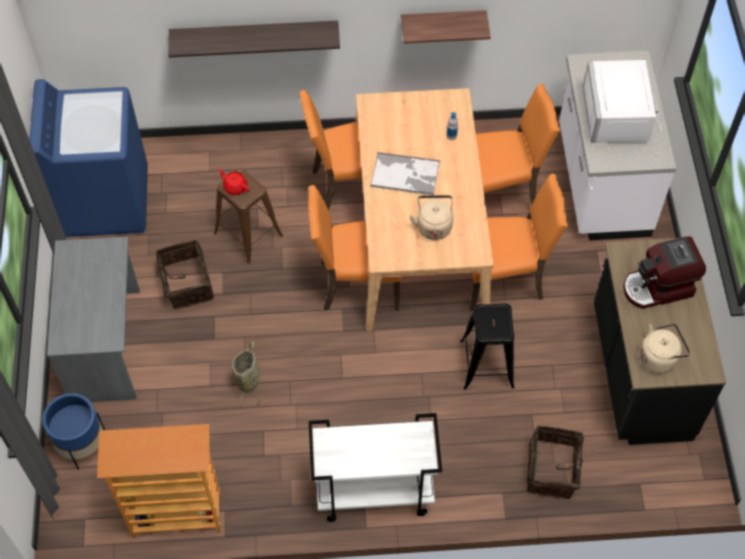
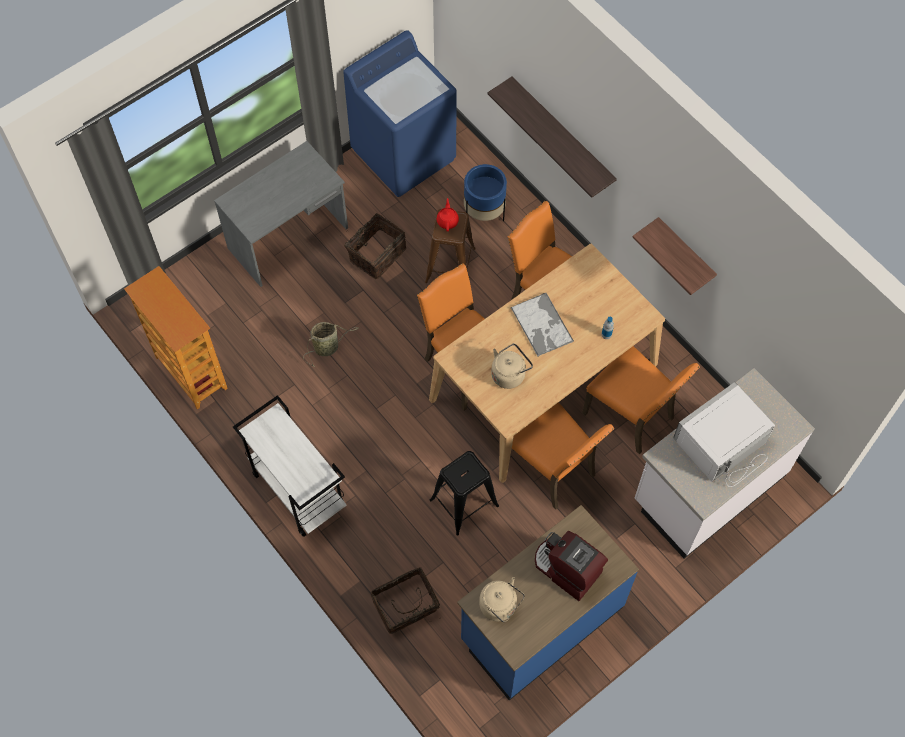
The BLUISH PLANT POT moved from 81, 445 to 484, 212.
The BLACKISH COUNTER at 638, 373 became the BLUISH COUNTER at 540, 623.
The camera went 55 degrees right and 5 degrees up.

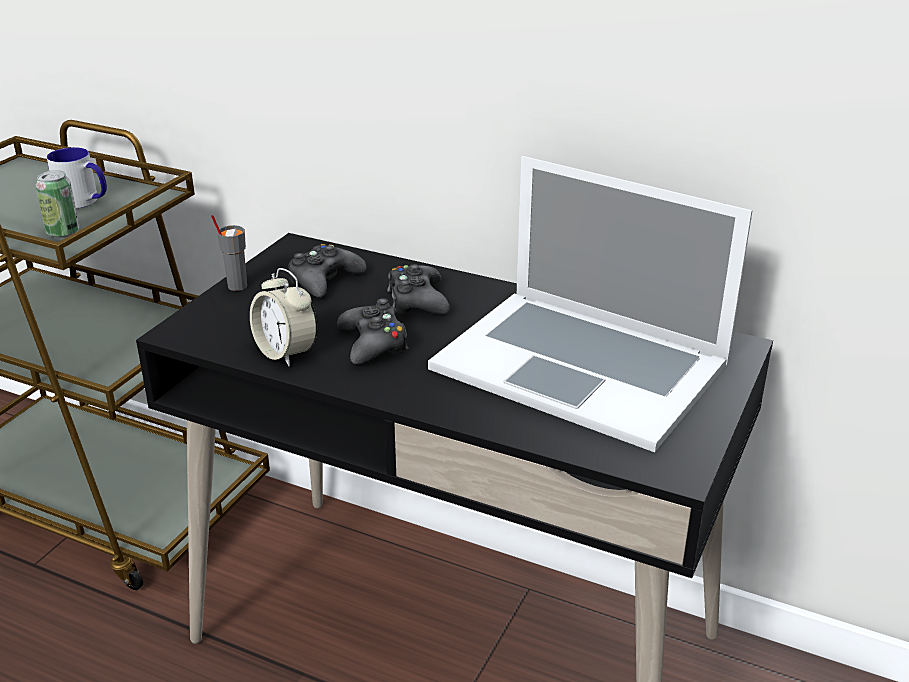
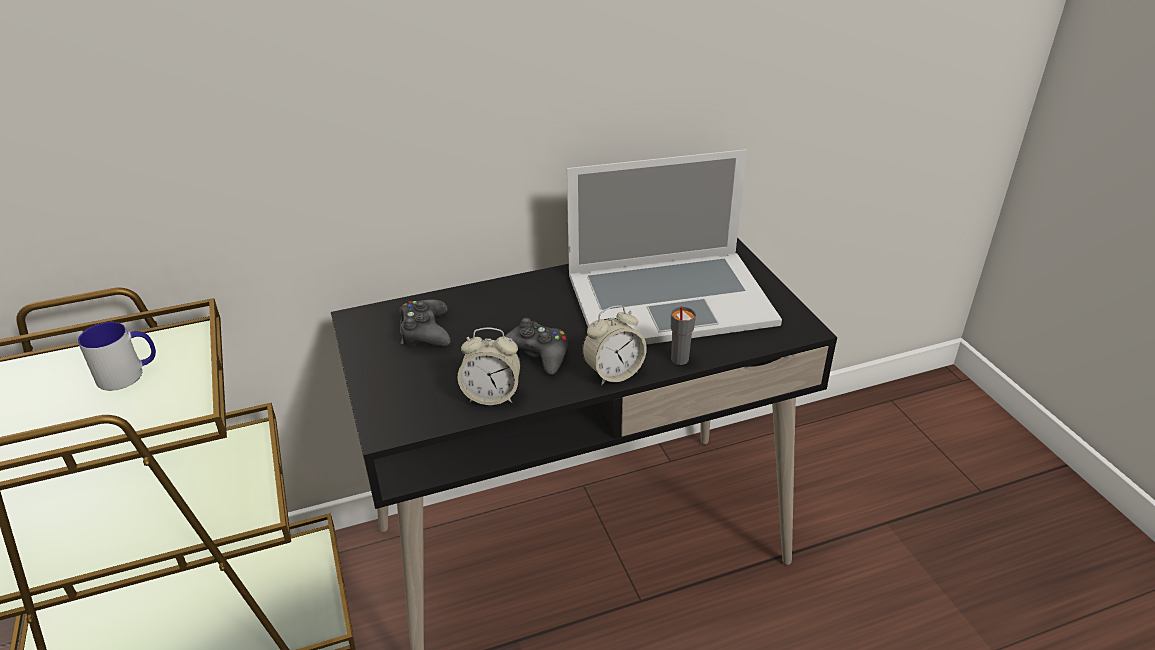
The SEALED CAN at 63, 232 disappeared.
The GREYISH CUP moved from 236, 286 to 679, 359.
The BLACKISH GAMEPAD at 417, 301 disappeared.
The TABLE CLOCK at 613, 373 appeared.
The camera went 45 degrees left and 5 degrees up.

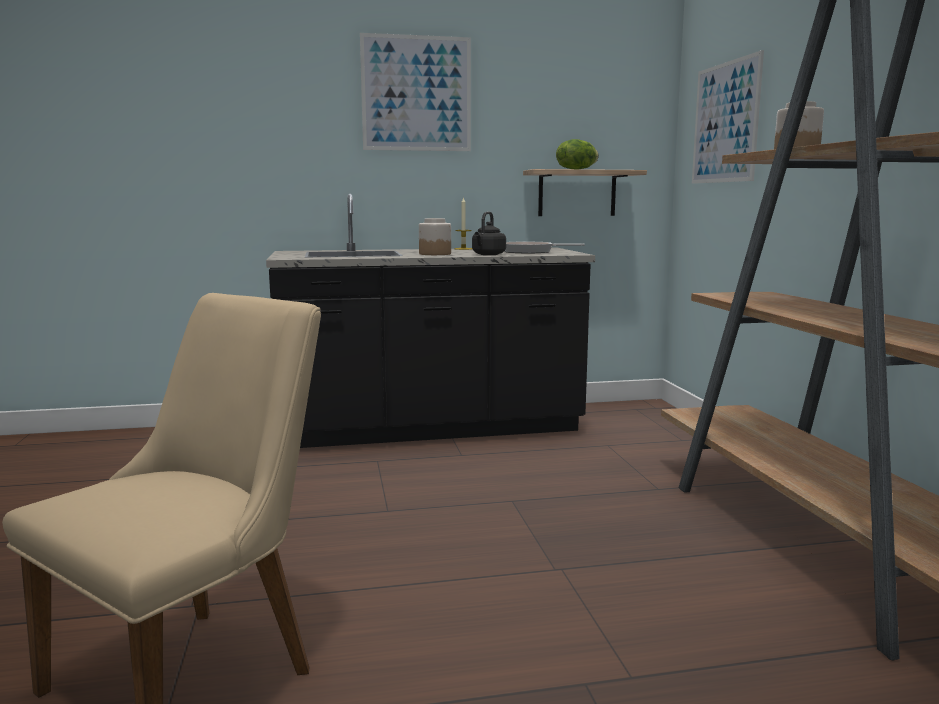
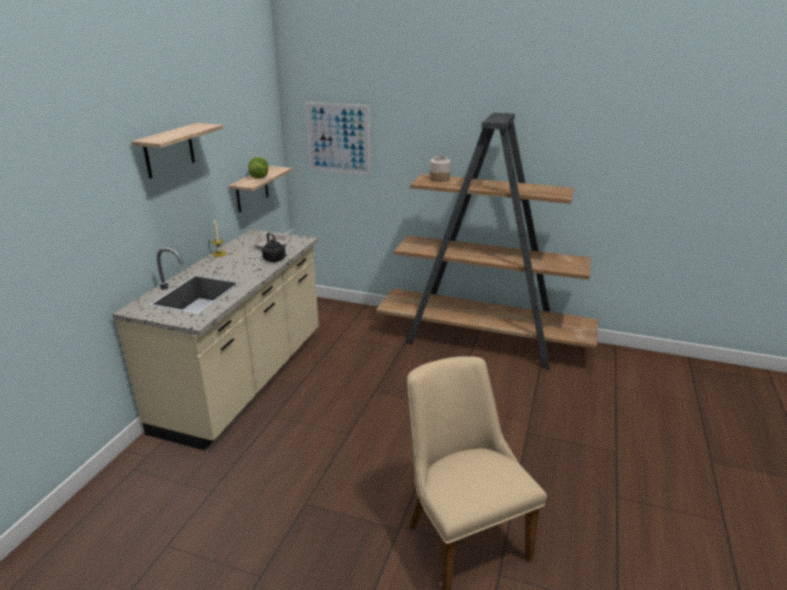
The BLACKISH COUNTER at 430, 429 became the BEIGE-COLOURED COUNTER at 245, 380.
The WALL ART at 416, 94 was replaced by the BRACKET SHELF at 169, 150.
The JAR at 435, 254 disappeared.
The camera went 60 degrees left and 15 degrees up.

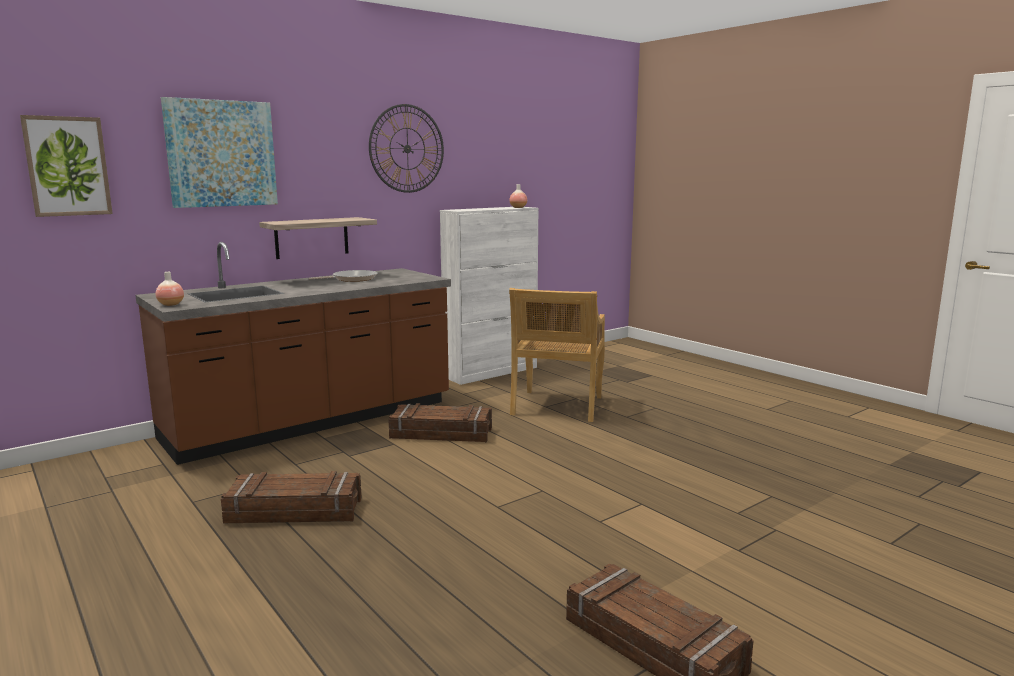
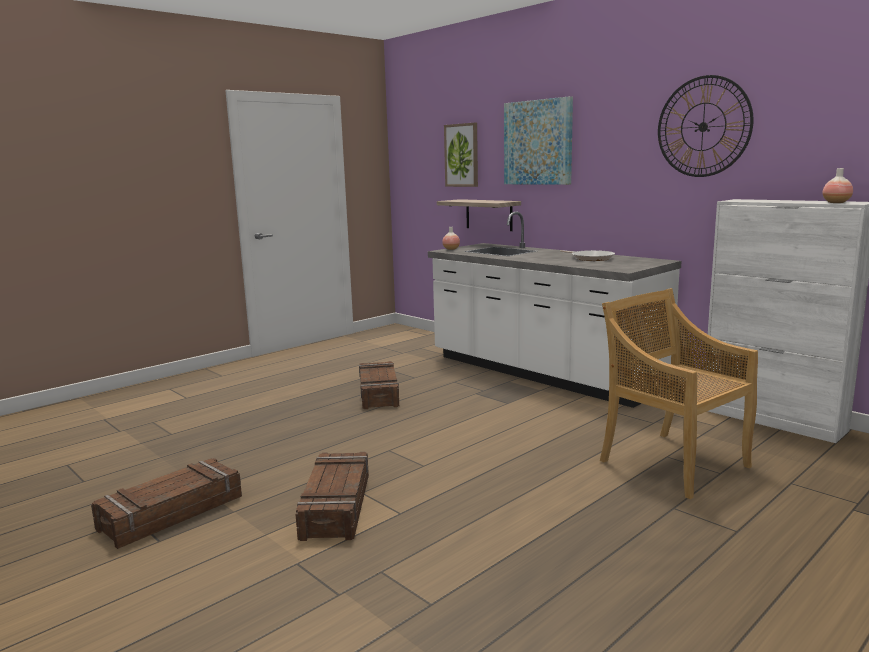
The BROWNISH COUNTER at 312, 421 became the WHITISH COUNTER at 542, 373.
The BRACKET SHELF moved from 312, 237 to 489, 214.
The CRATE moved from 441, 434 to 335, 506.
The BEIGE-COLOURED UPRIGHT CHAIR at 557, 407 turned 45 degrees clockwise.
The camera went 85 degrees right and 0 degrees up.

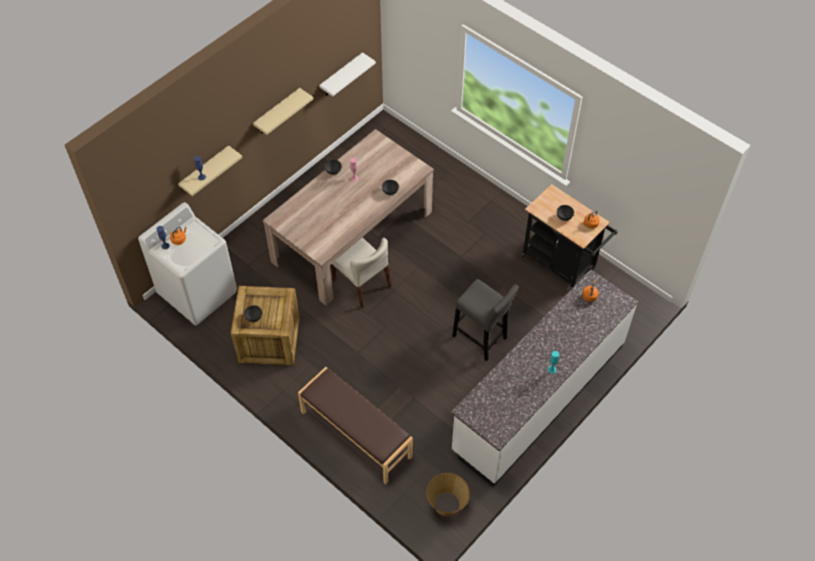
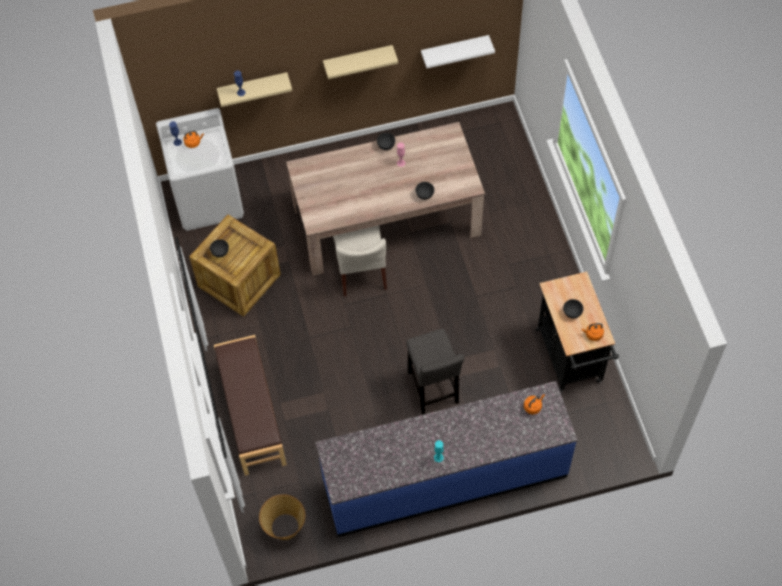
The WHITISH COUNTER at 538, 397 became the BLUISH COUNTER at 444, 478.
The camera went 35 degrees right and 5 degrees up.

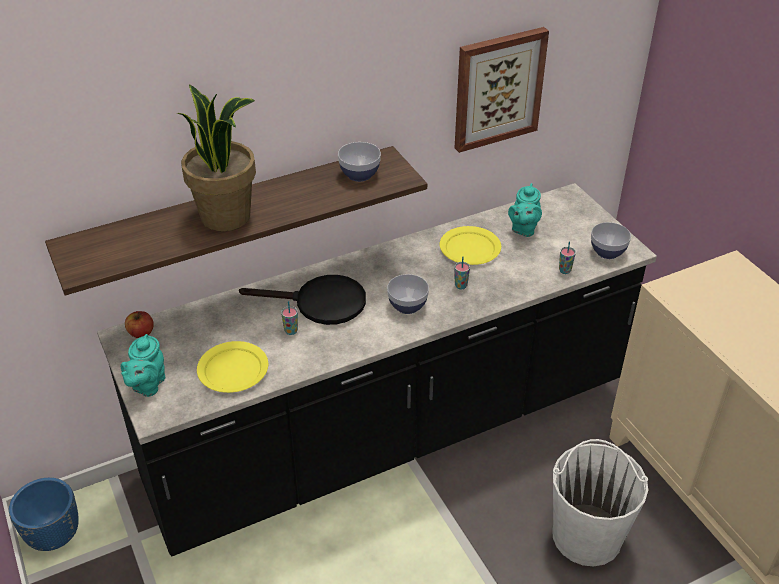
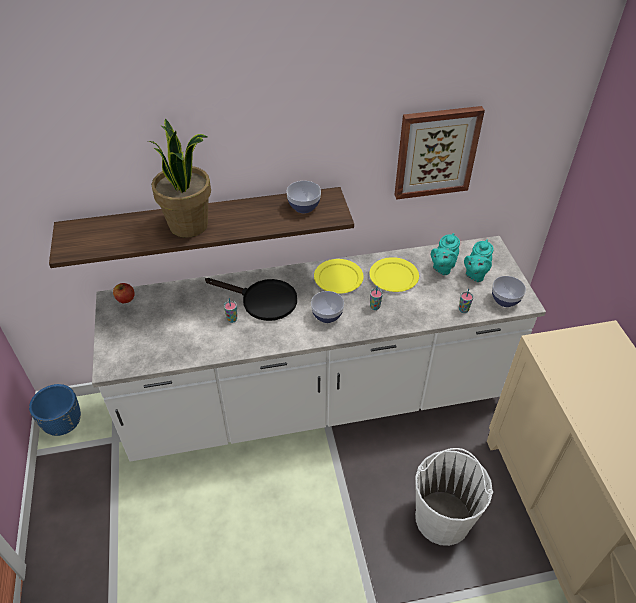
The BLACKISH COUNTER at 389, 435 became the WHITISH COUNTER at 318, 401.
The TURQUOISE-COLOURED TEA POT moved from 147, 385 to 475, 274.
The YELLOWISH FLAT DISH moved from 233, 370 to 338, 278.
The camera went 15 degrees right and 5 degrees up.

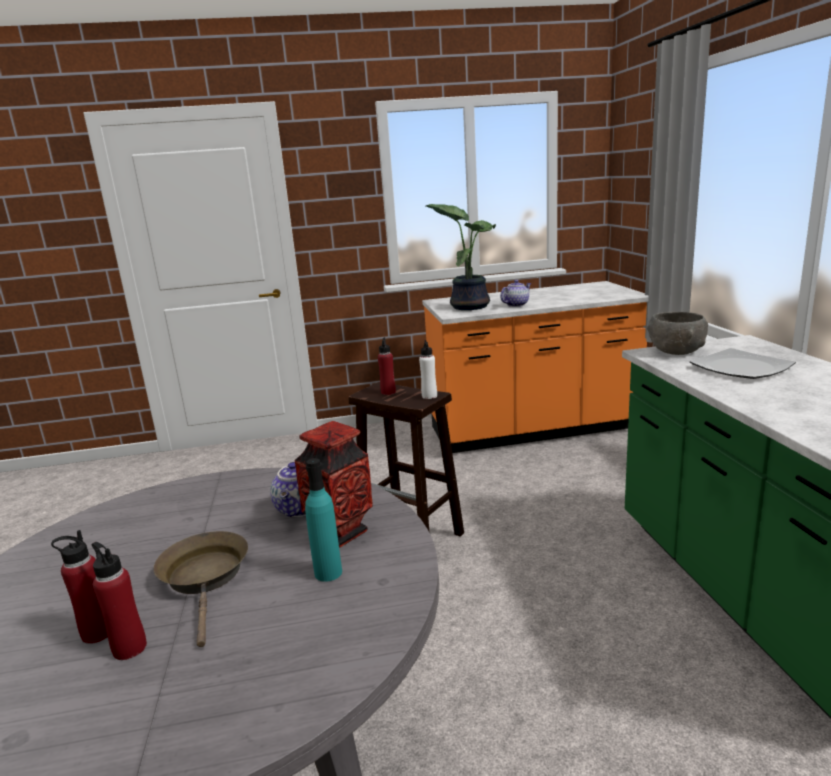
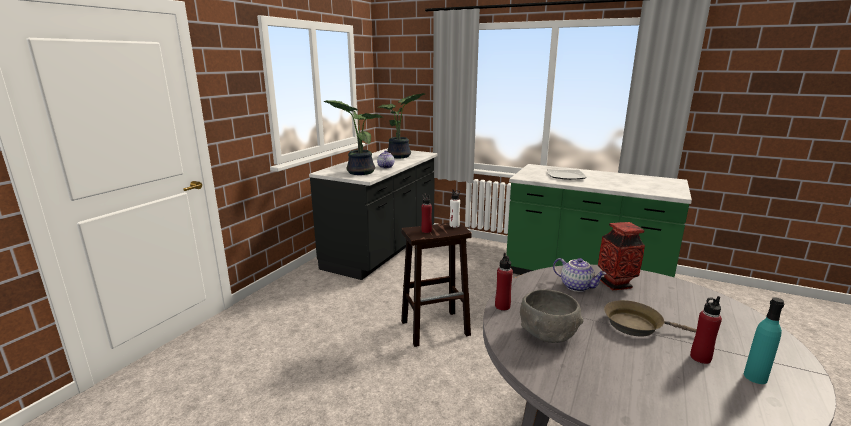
The RED-COLOURED BEVERAGE BOTTLE moved from 97, 632 to 502, 306.
The TURQUOISE-COLOURED BEVERAGE BOTTLE moved from 328, 572 to 755, 377.
The ORANGE COUNTER at 533, 430 became the BLACKISH COUNTER at 383, 250.
The GREYISH SERVING BOWL moved from 675, 351 to 547, 334.
The POTTED PLANT at 400, 156 appeared.
The camera went 55 degrees left and 0 degrees up.

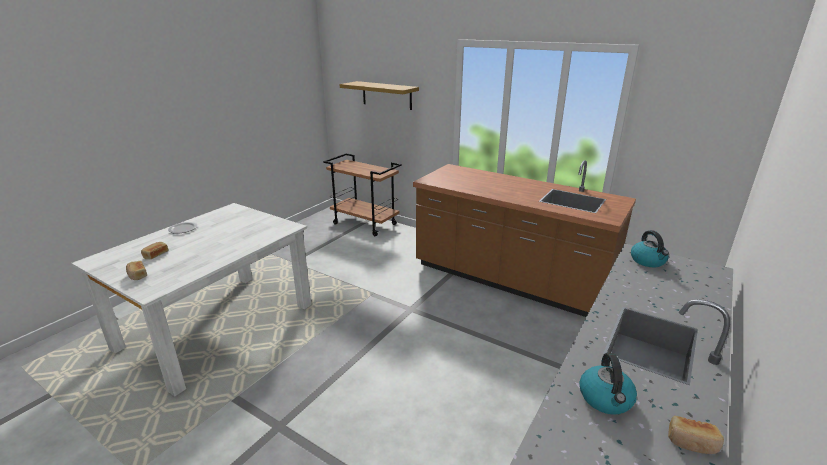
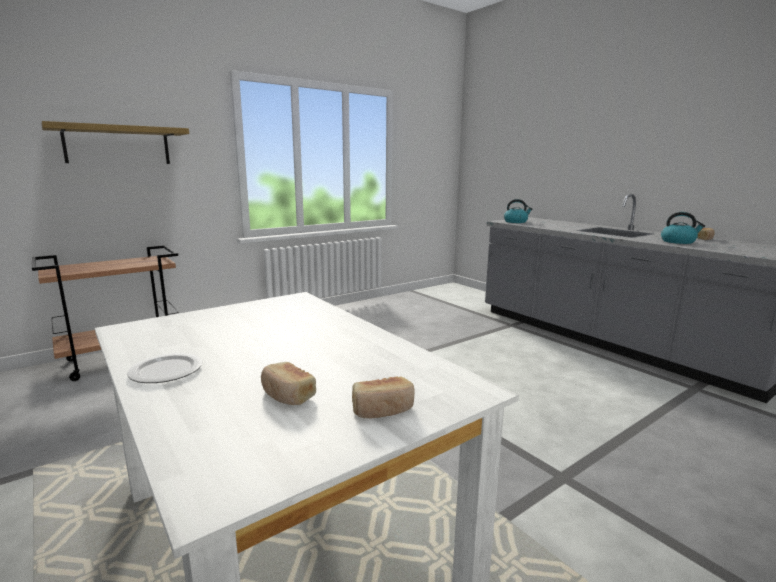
The BROWNISH COUNTER at 509, 280 disappeared.
The camera went 70 degrees left and 10 degrees down.

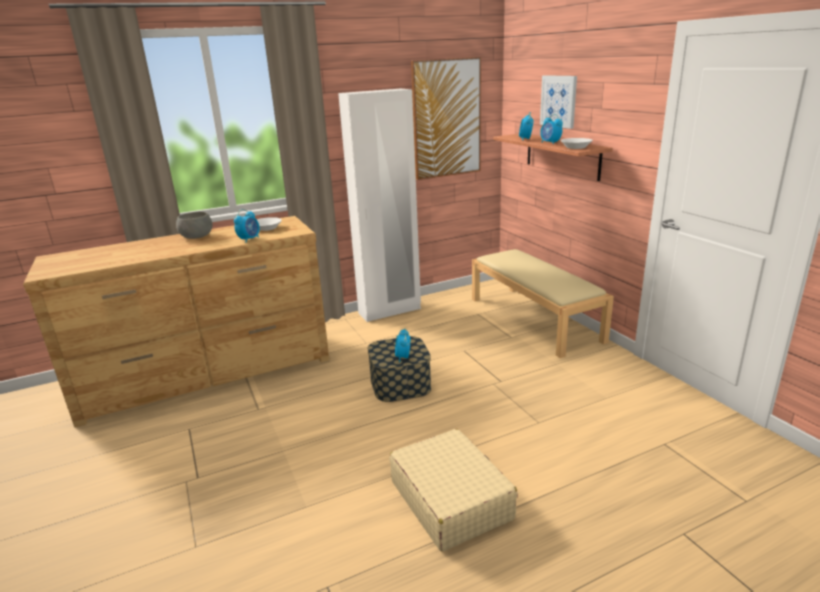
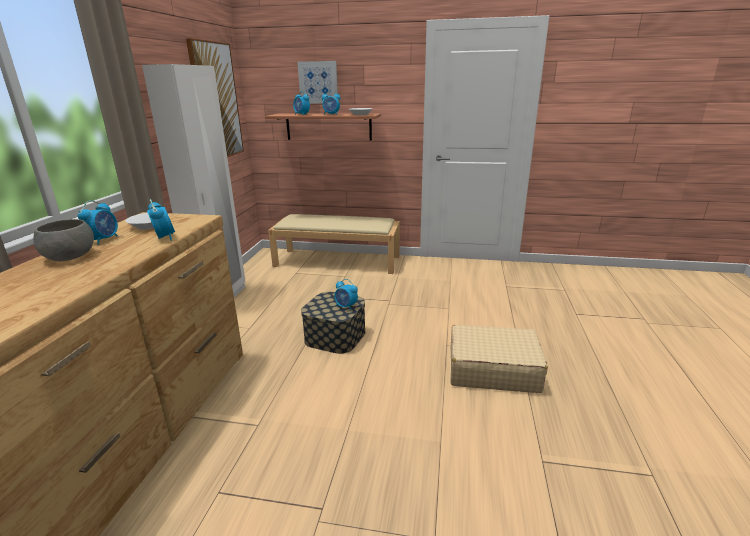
The TABLE CLOCK at 104, 240 appeared.
The camera went 55 degrees left and 0 degrees up.

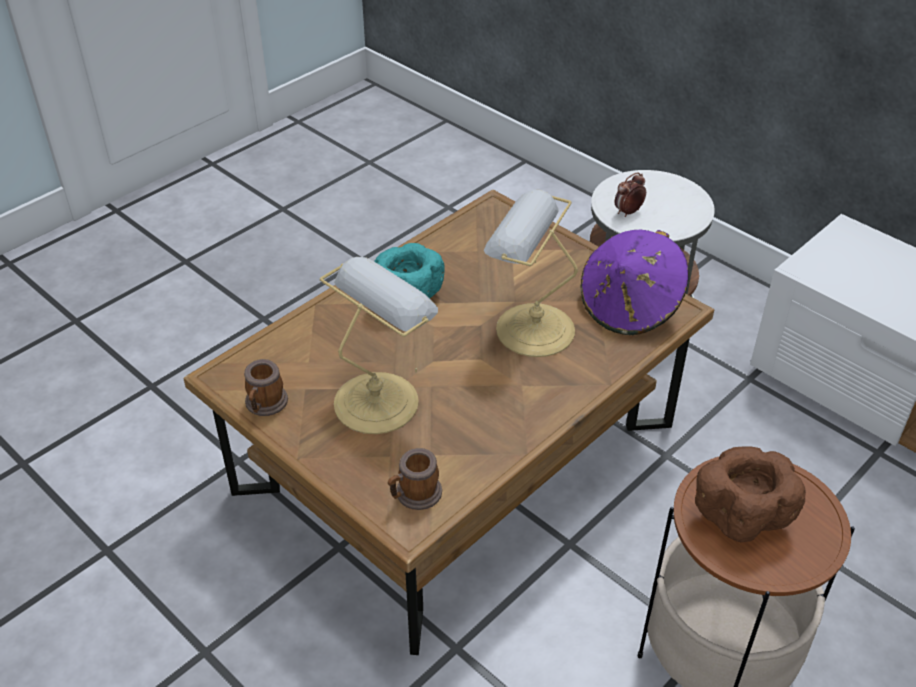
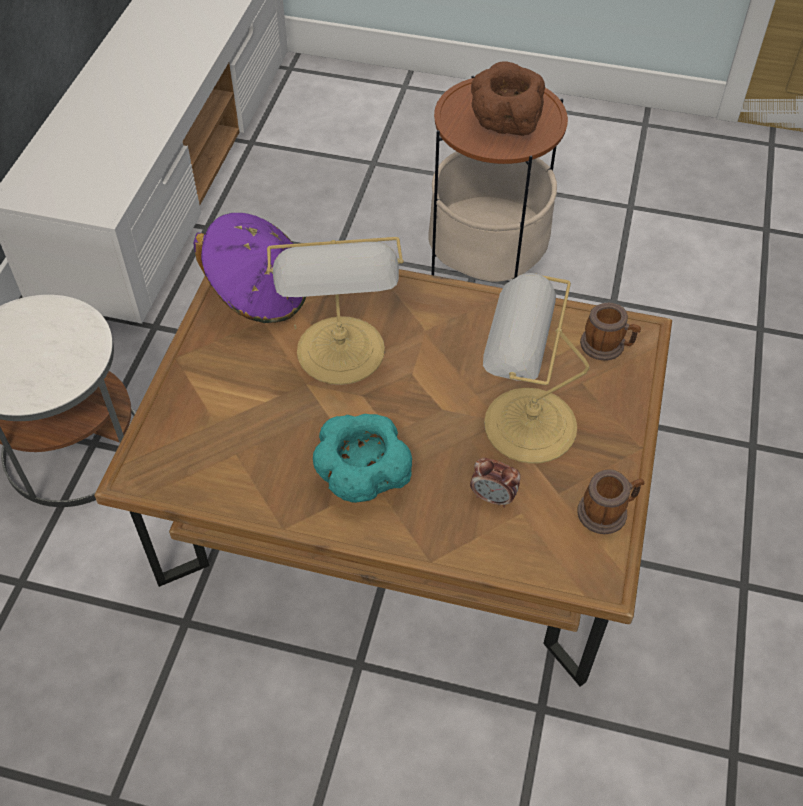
The TABLE CLOCK moved from 628, 212 to 493, 497.
The camera went 120 degrees left and 10 degrees up.

